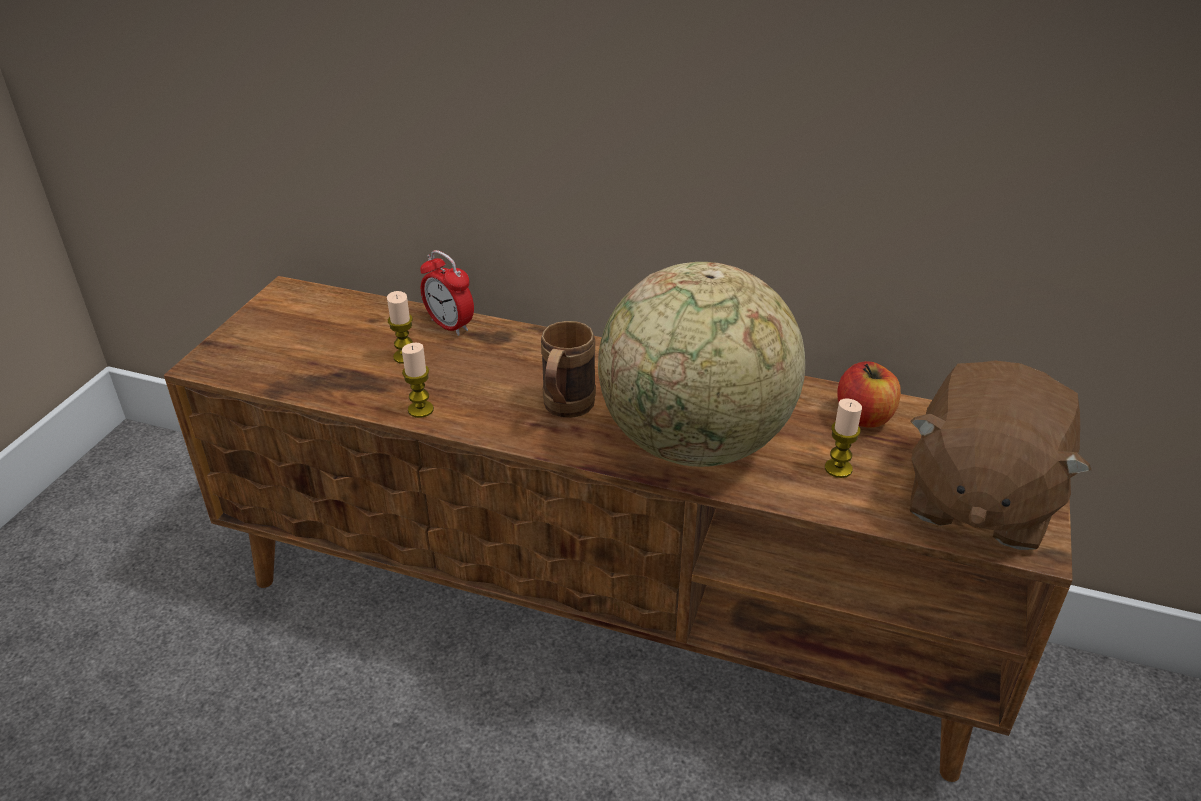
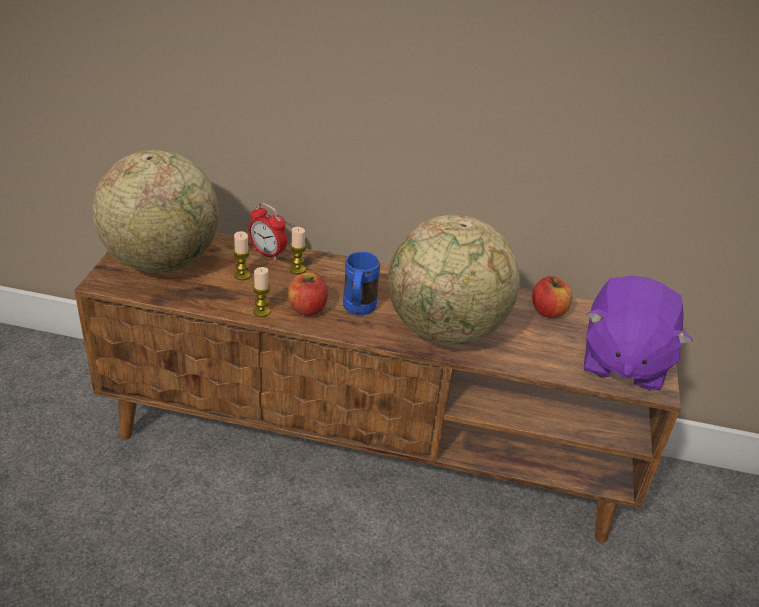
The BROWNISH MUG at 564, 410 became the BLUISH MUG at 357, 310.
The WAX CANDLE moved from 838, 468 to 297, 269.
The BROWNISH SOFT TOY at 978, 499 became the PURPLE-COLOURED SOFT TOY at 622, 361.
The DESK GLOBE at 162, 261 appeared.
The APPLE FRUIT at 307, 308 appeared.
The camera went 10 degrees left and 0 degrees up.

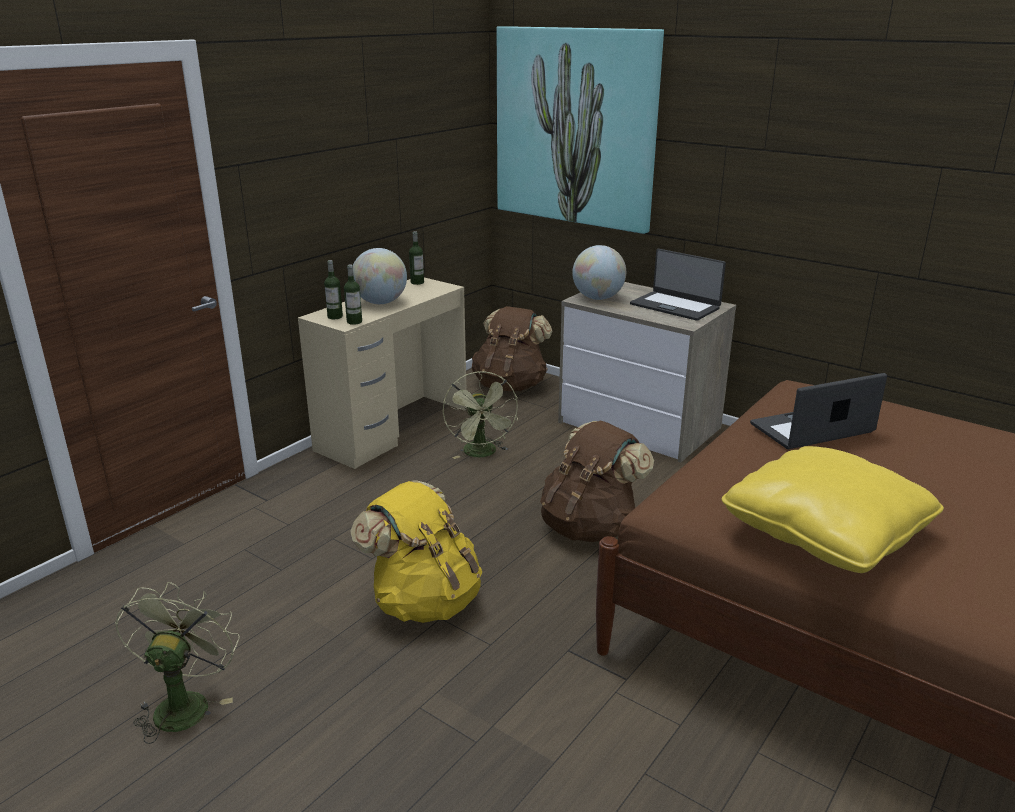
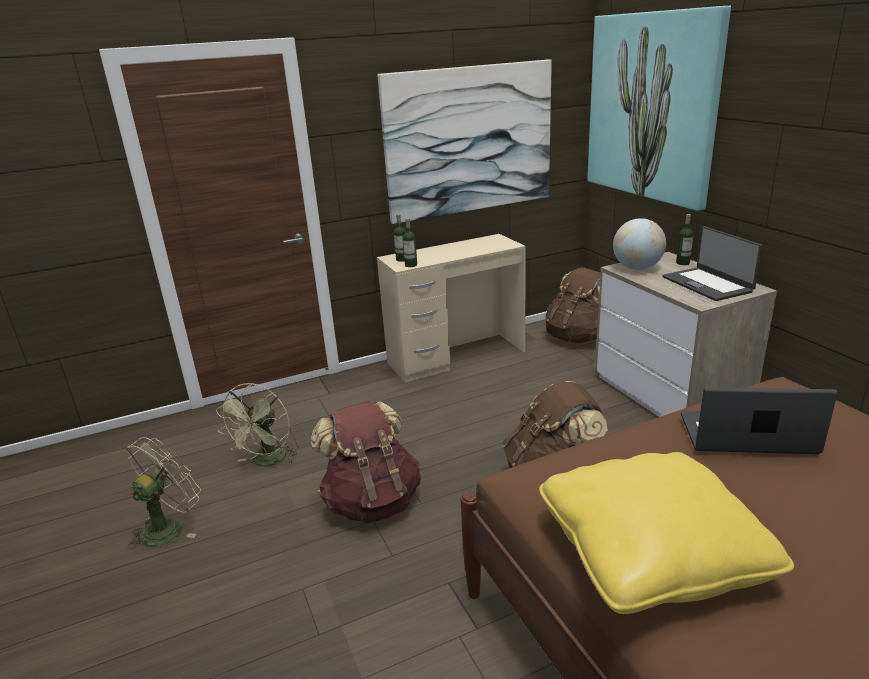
The YELLOWISH RUCKSACK at 424, 601 became the BROWNISH RUCKSACK at 372, 502.
The DESK GLOBE at 380, 302 disappeared.
The BEVERAGE BOTTLE moved from 417, 282 to 682, 263.
The GREEN COOLING FAN moved from 482, 454 to 267, 462.
The WALL ART at 469, 140 appeared.
The camera went 30 degrees right and 0 degrees up.

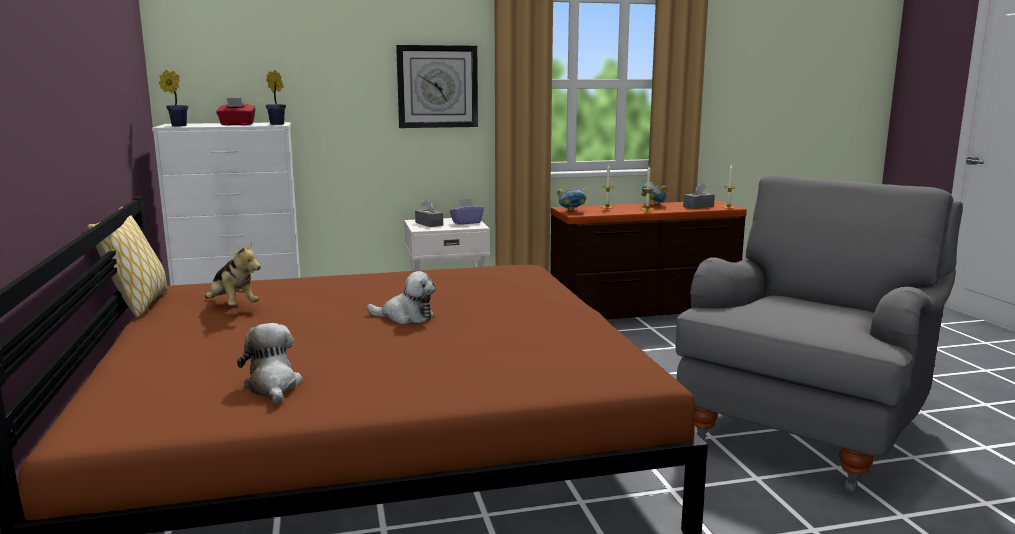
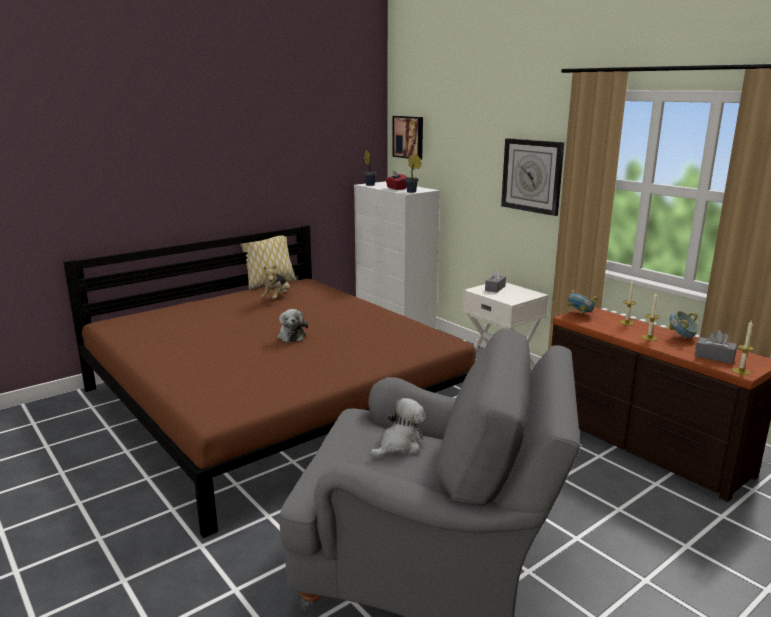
The SOFT TOY moved from 273, 387 to 399, 445.
The PURPLE-COLOURED TISSUE HOLDER at 466, 222 disappeared.
The WALL ART at 409, 137 appeared.
The camera went 65 degrees right and 5 degrees up.

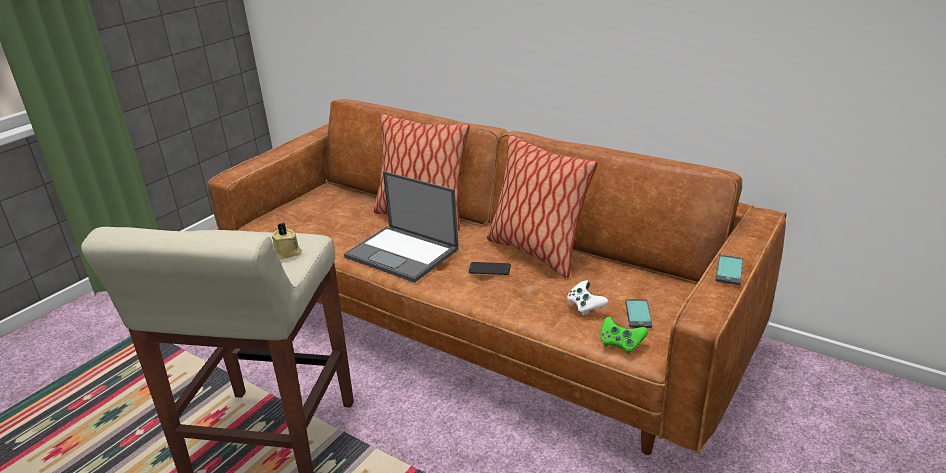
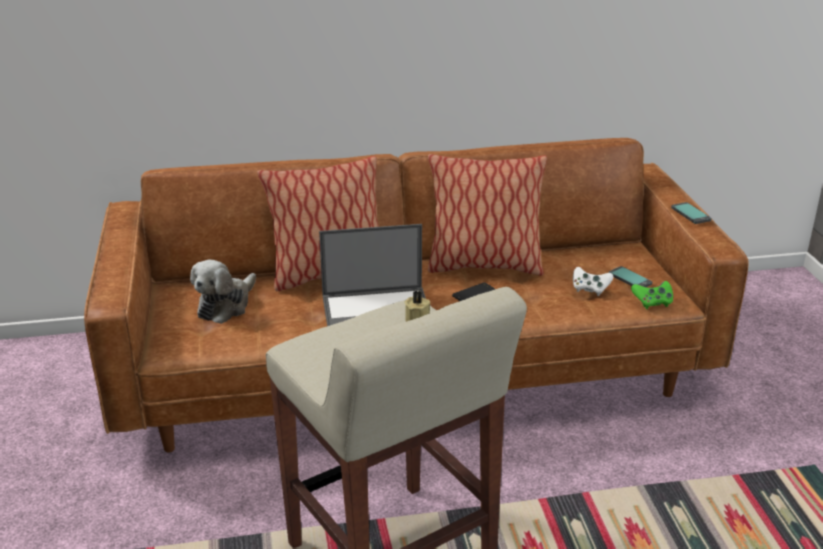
The SOFT TOY at 226, 305 appeared.
The camera went 45 degrees left and 0 degrees up.

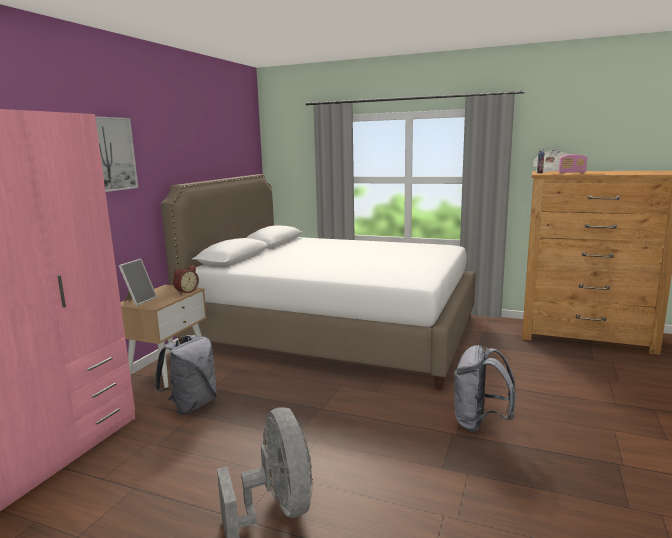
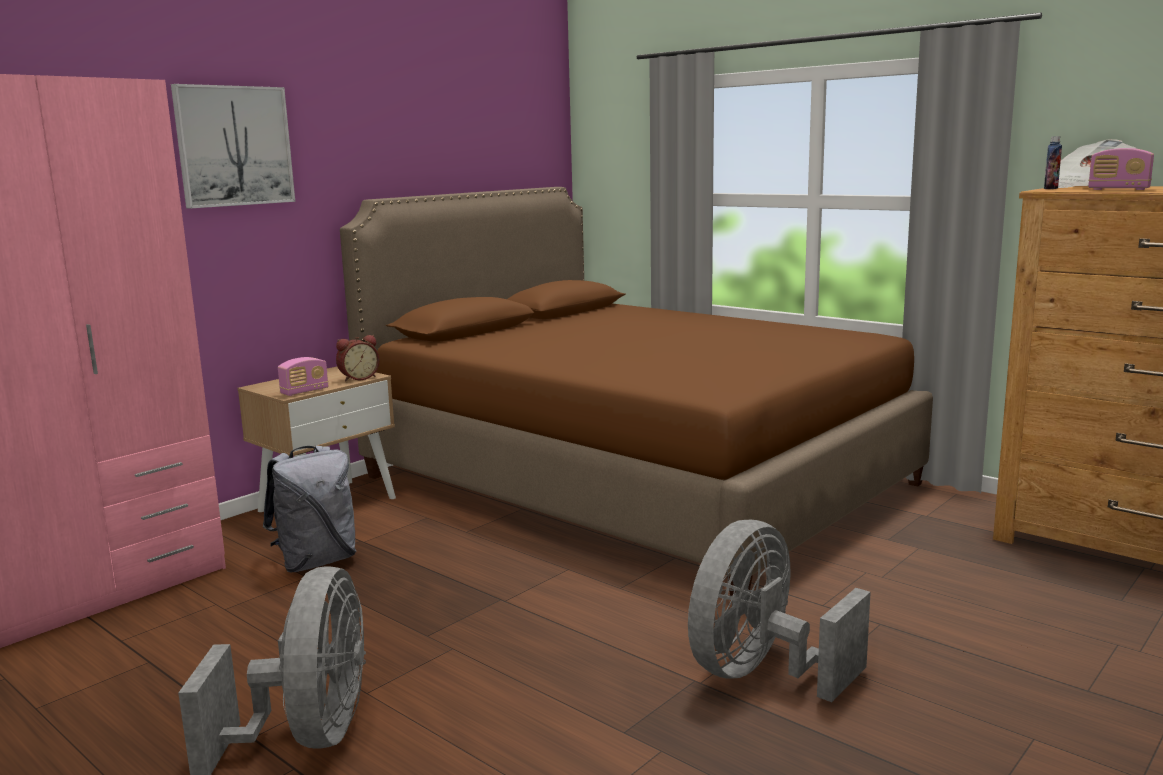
The PHOTO FRAME at 139, 300 disappeared.
The WHITISH SLEEPING BED at 335, 331 became the BROWNISH SLEEPING BED at 635, 480.
The GREYISH RUCKSACK at 480, 423 was replaced by the GREYISH COOLING FAN at 761, 673.
The RADIO RECEIVER at 304, 392 appeared.
The camera went 20 degrees right and 0 degrees up.

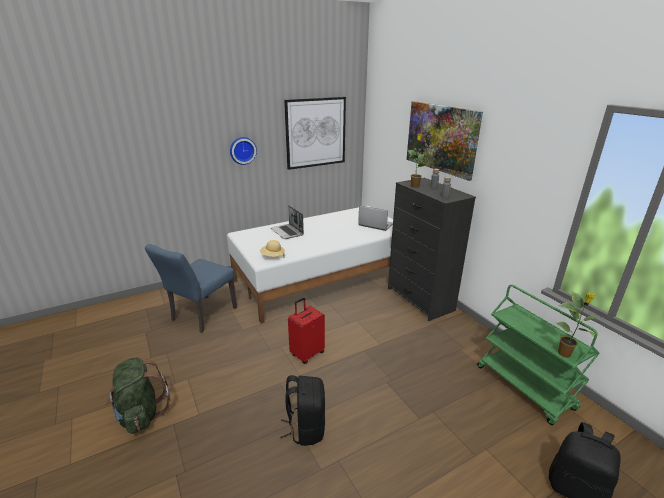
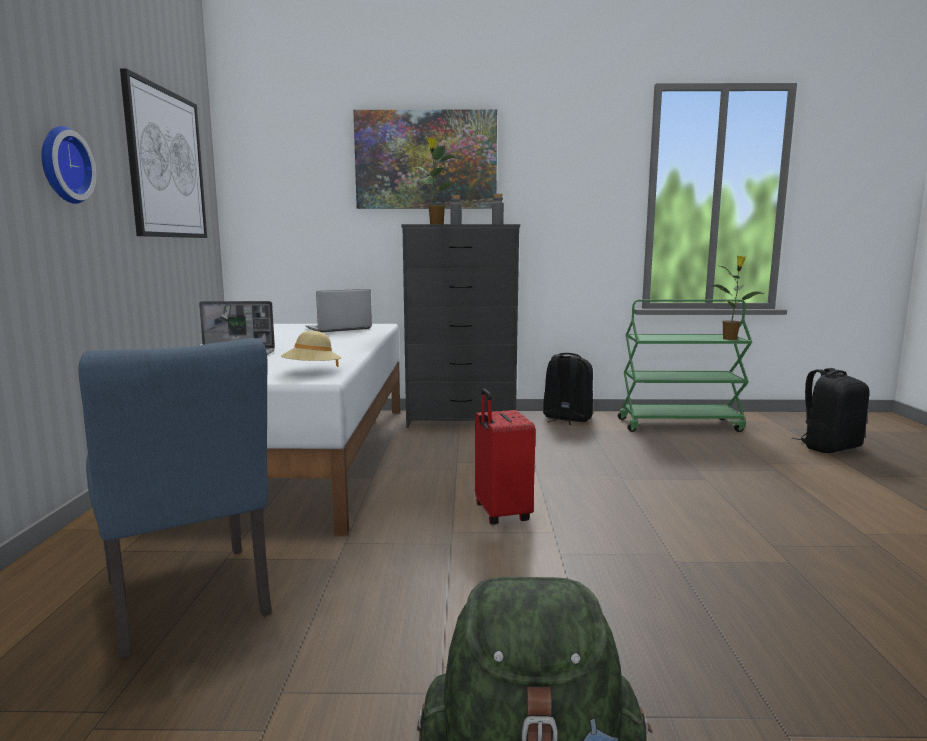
The BLACKISH RUCKSACK moved from 306, 428 to 566, 419.
The camera went 60 degrees left and 15 degrees down.

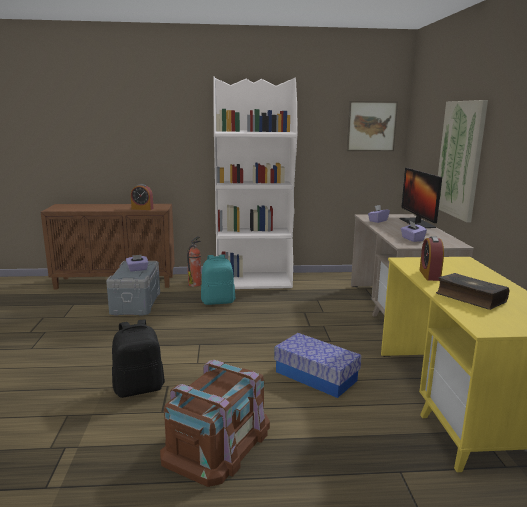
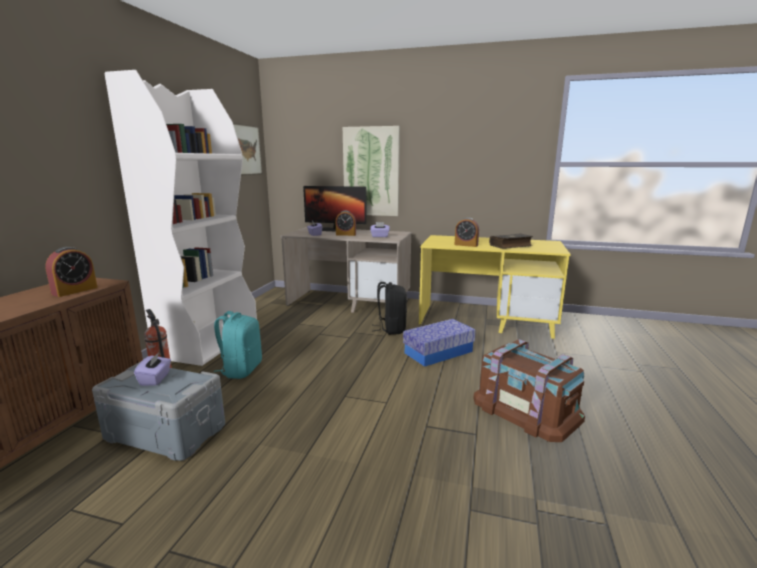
The BLACKISH RUCKSACK moved from 139, 388 to 391, 329.
The TABLE CLOCK at 346, 234 appeared.
The camera went 70 degrees left and 0 degrees up.

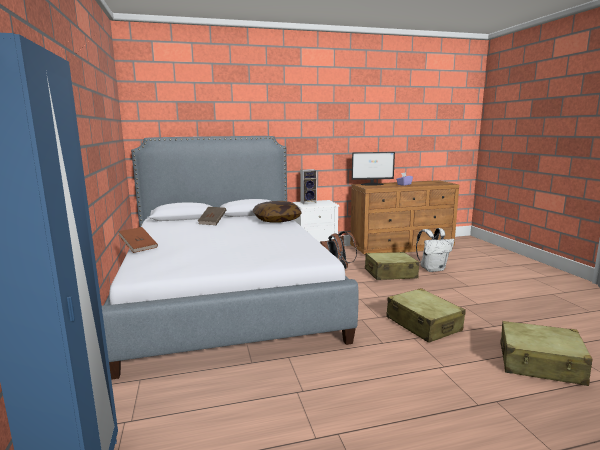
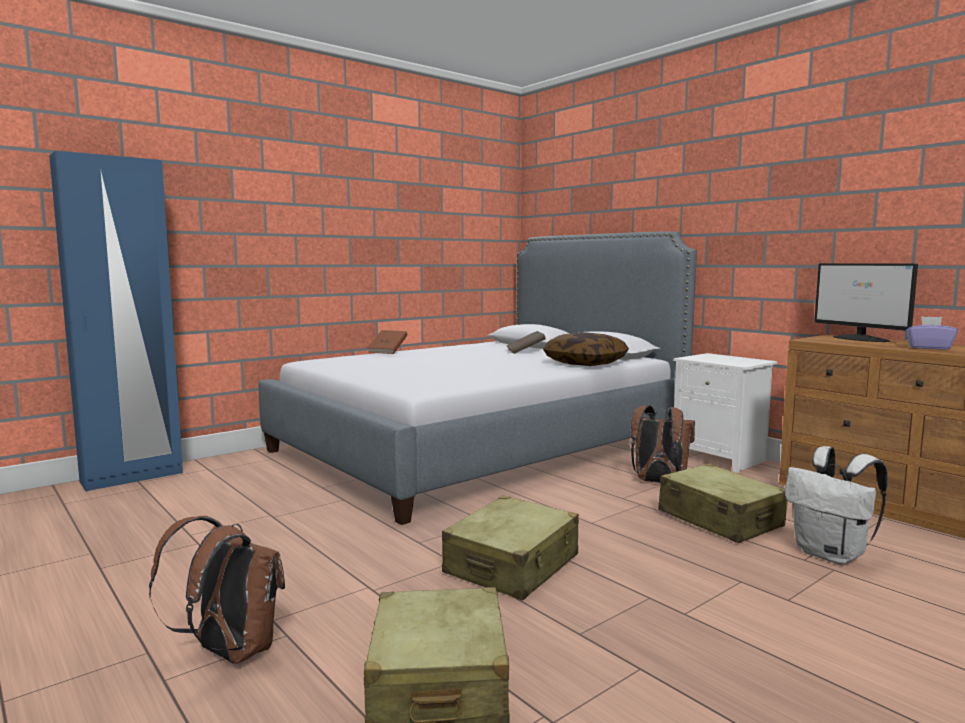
The LOUDSPEAKER at 309, 202 disappeared.
The BROWNISH RUCKSACK at 229, 652 appeared.
The camera went 65 degrees right and 5 degrees down.

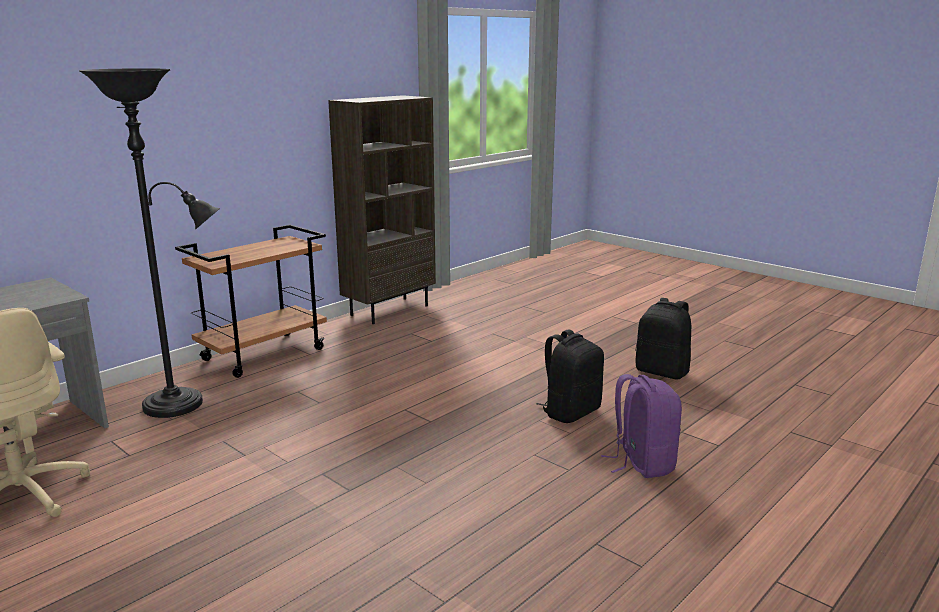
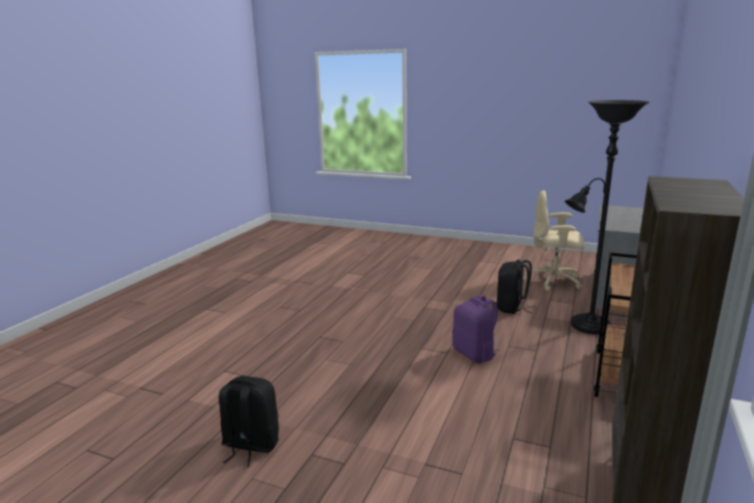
The BLACKISH RUCKSACK moved from 570, 412 to 512, 308.
The PURPLE-COLOURED RUCKSACK moved from 641, 463 to 475, 354.
The camera went 160 degrees right and 0 degrees up.

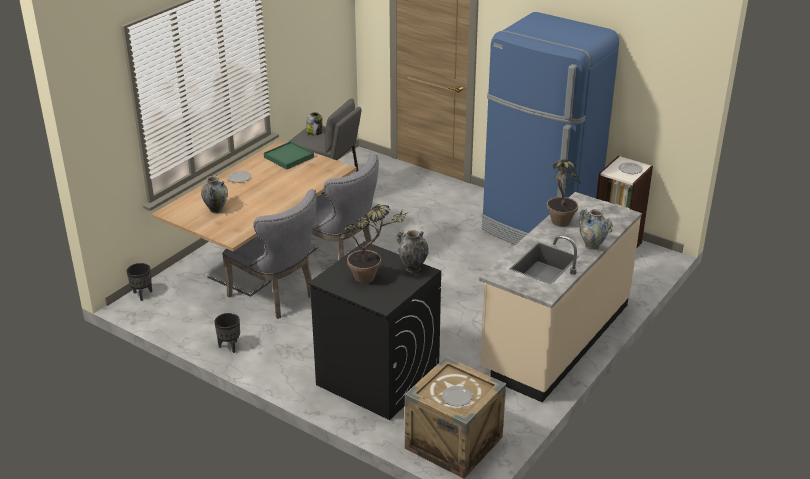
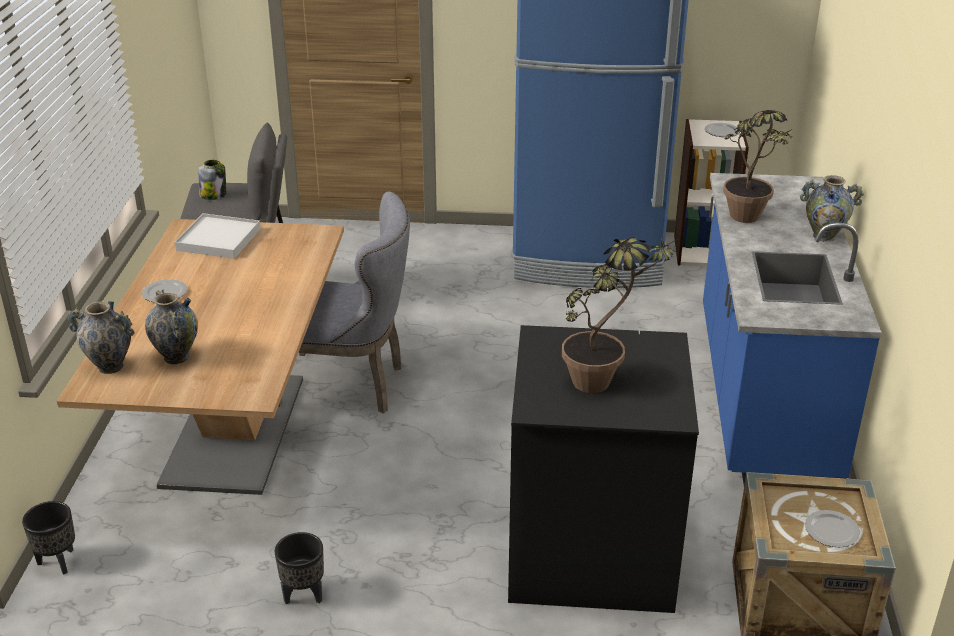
The GREYISH UPRIGHT CHAIR at 277, 297 disappeared.
The GREEN TRAY at 289, 157 became the WHITISH TRAY at 219, 239.
The VASE moved from 413, 268 to 110, 366.
The BEIGE-COLOURED COUNTER at 555, 338 became the BLUISH COUNTER at 761, 396.
The camera went 30 degrees left and 0 degrees up.

